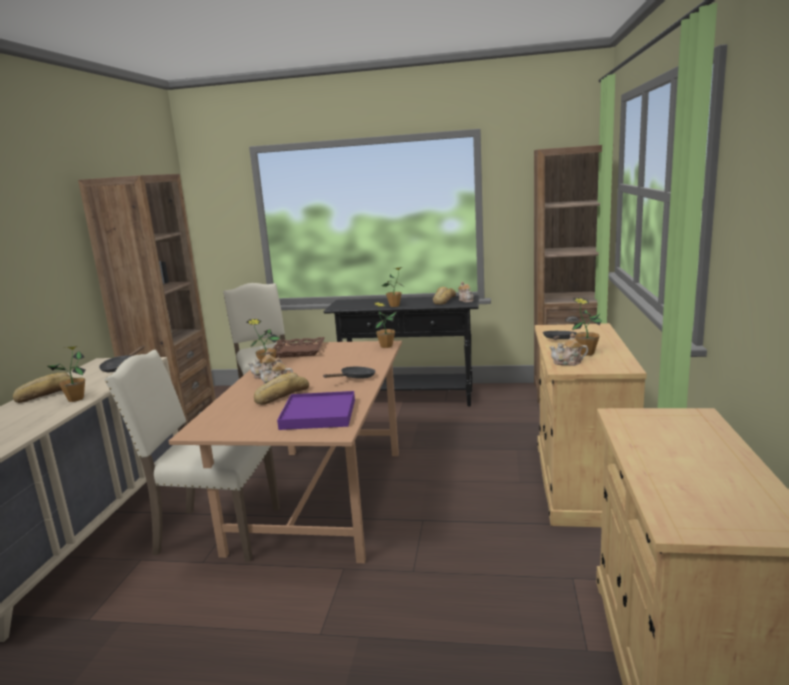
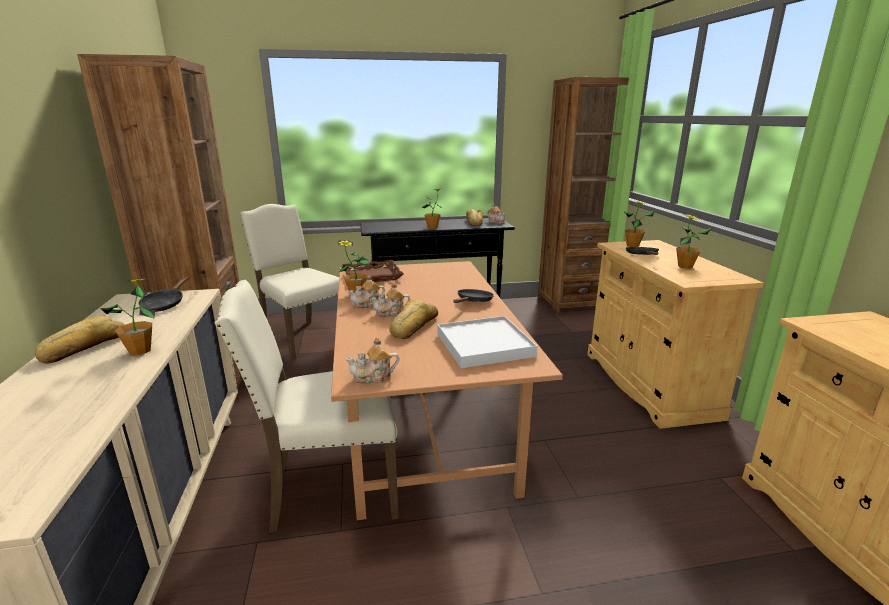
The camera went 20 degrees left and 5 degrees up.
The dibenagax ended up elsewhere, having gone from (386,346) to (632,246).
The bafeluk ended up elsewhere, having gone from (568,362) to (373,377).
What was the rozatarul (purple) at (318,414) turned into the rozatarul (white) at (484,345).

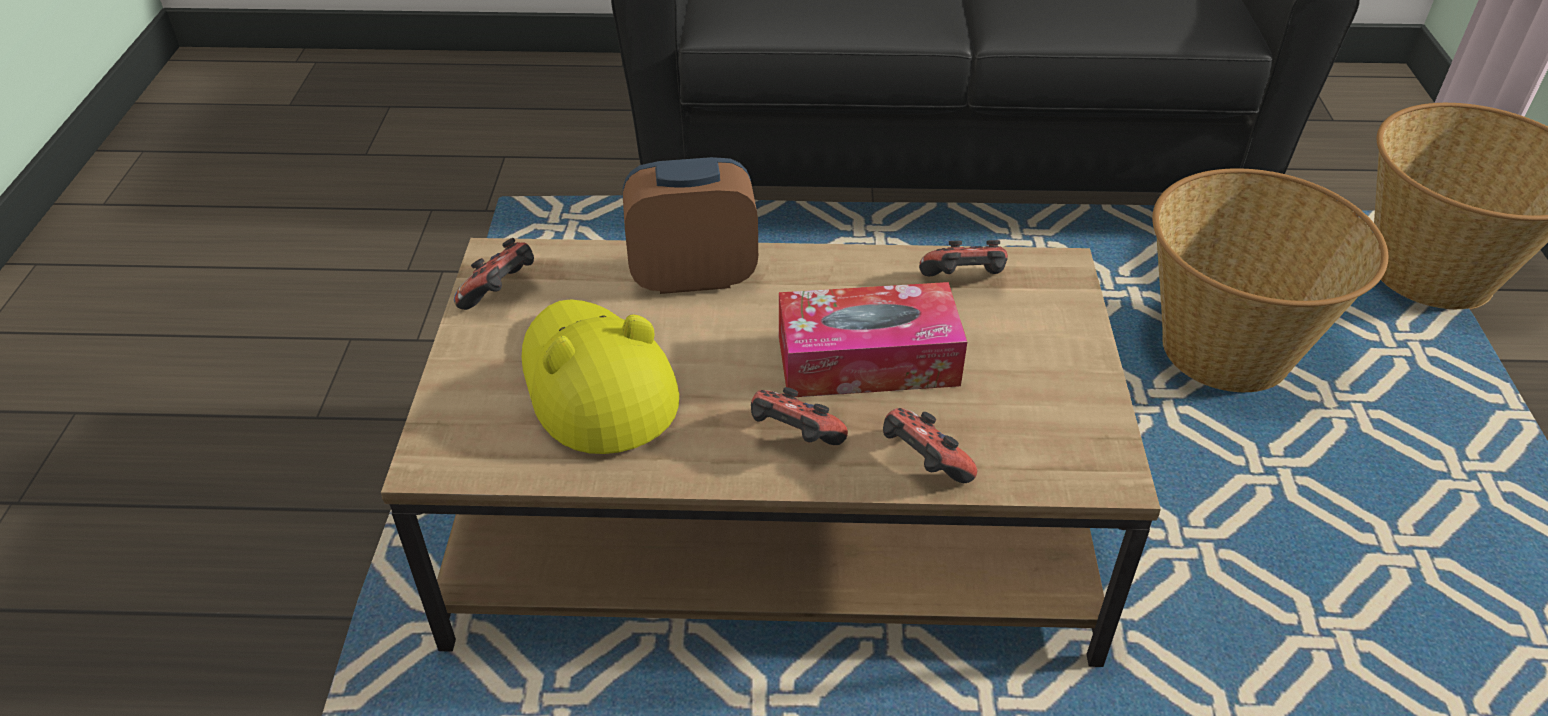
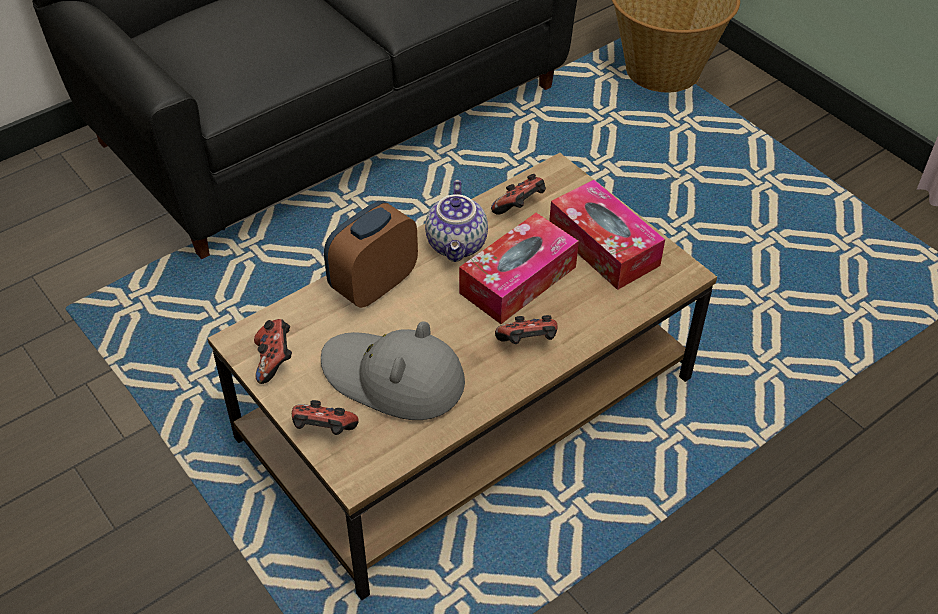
The camera went 40 degrees left and 5 degrees up.
The second view lost the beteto at (1227,349).
What was the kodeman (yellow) at (595,384) turned into the kodeman (grey) at (393,378).
The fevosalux ended up elsewhere, having gone from (922,466) to (324,431).
The second view gained the bafeluk at (458,245).
The second view gained the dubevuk at (603,246).

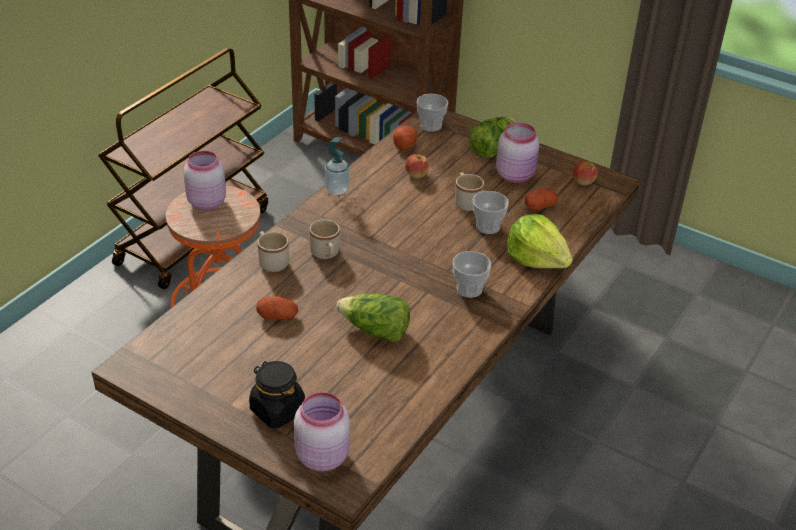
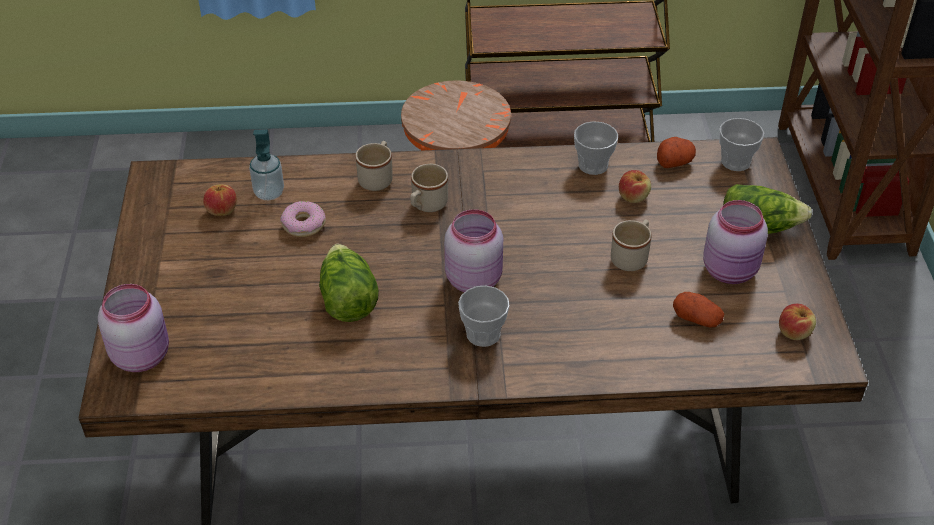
The camera went 55 degrees right and 5 degrees up.
The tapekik ended up elsewhere, having gone from (337,190) to (269,193).
The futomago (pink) ended up elsewhere, having gone from (206,202) to (474,278).
The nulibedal ended up elsewhere, having gone from (488,226) to (593,165).
The second view lost the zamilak at (537,259).
Where the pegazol stood at (277,316), the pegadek came to stand at (304,224).
The second view lost the futomago (black) at (277,410).
The second view gained the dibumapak at (221,210).

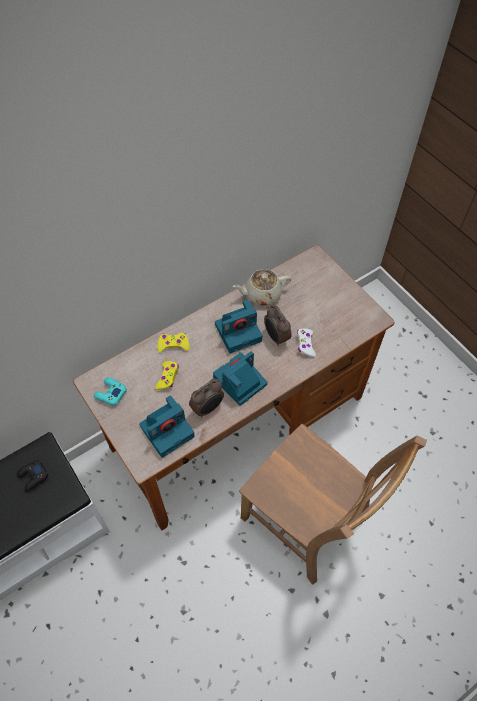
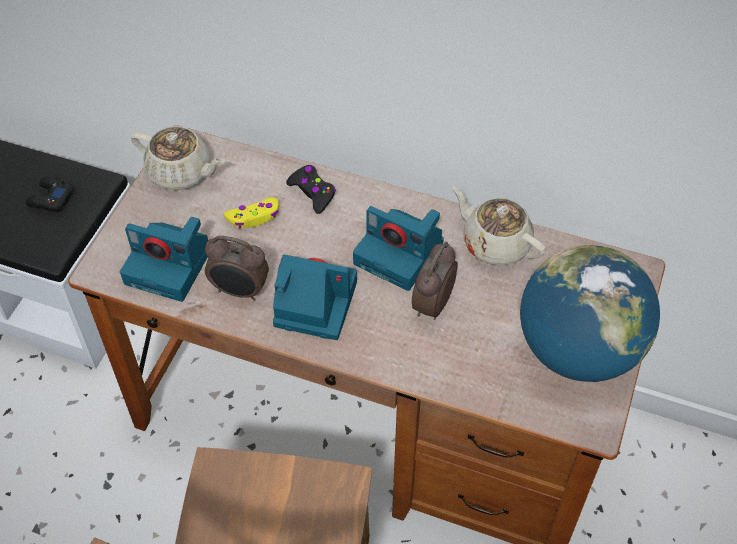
The camera went 55 degrees right and 5 degrees down.
The second view lost the fevosalux (white) at (305,344).
What was the fevosalux (yellow) at (173,344) turned into the fevosalux (black) at (312,192).
Where the fevosalux (turquoise) stood at (110,393), the bafeluk (beige) came to stand at (181,173).
The second view gained the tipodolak at (577,350).

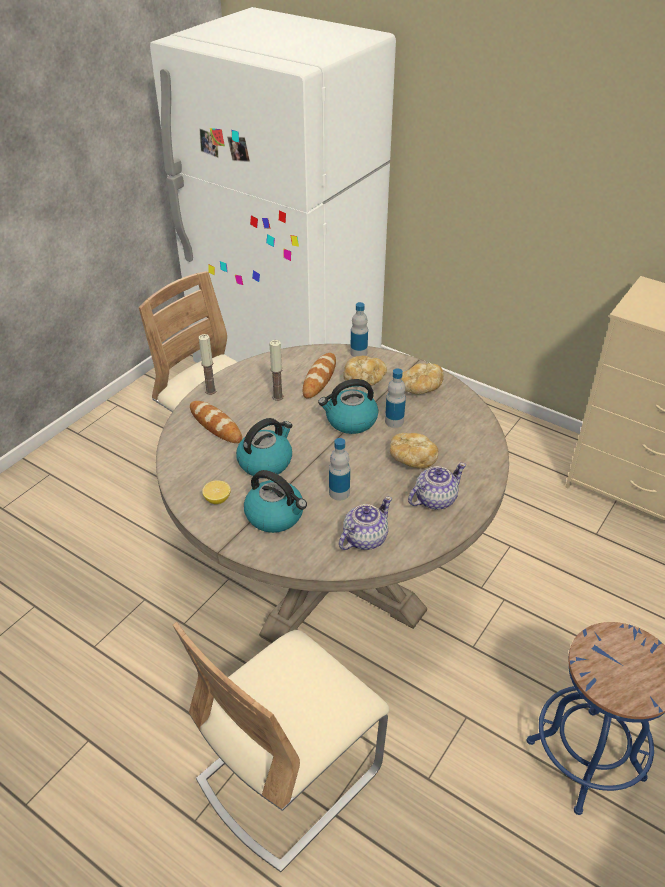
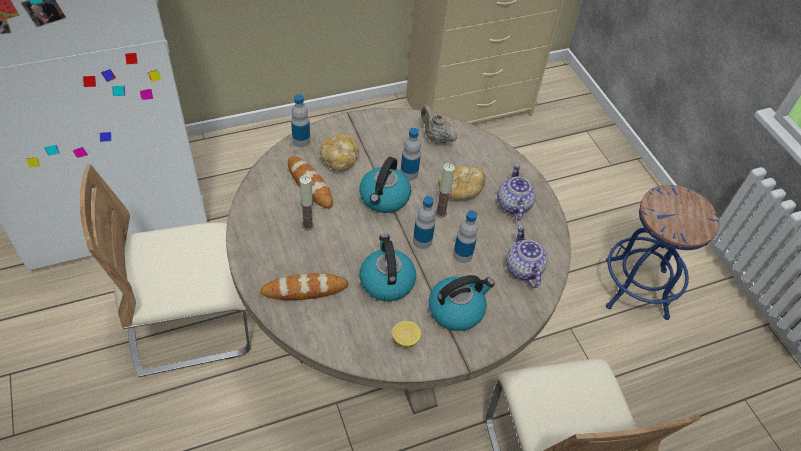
The camera went 60 degrees left and 10 degrees up.
The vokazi ended up elsewhere, having gone from (210,391) to (441,213).
The second view lost the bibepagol at (420,388).
The second view gained the bafeluk (beige) at (436,138).
The second view gained the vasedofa at (422,241).

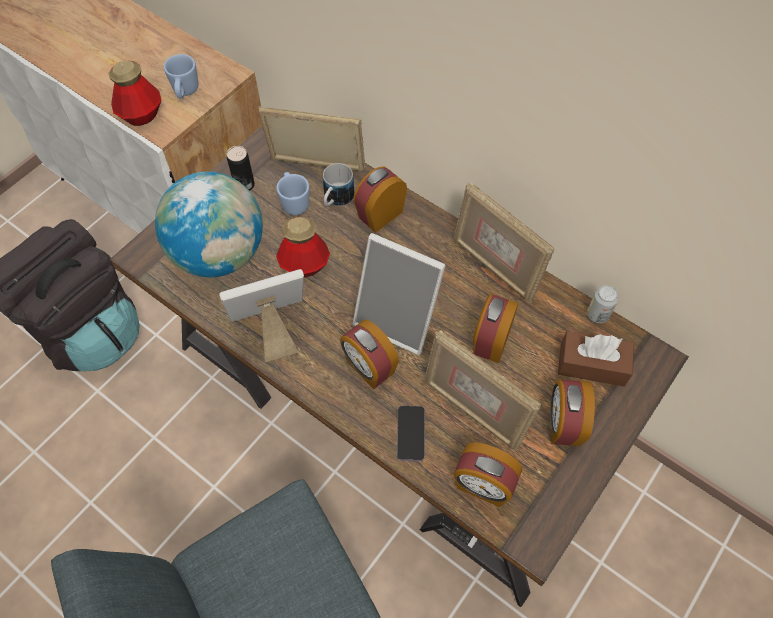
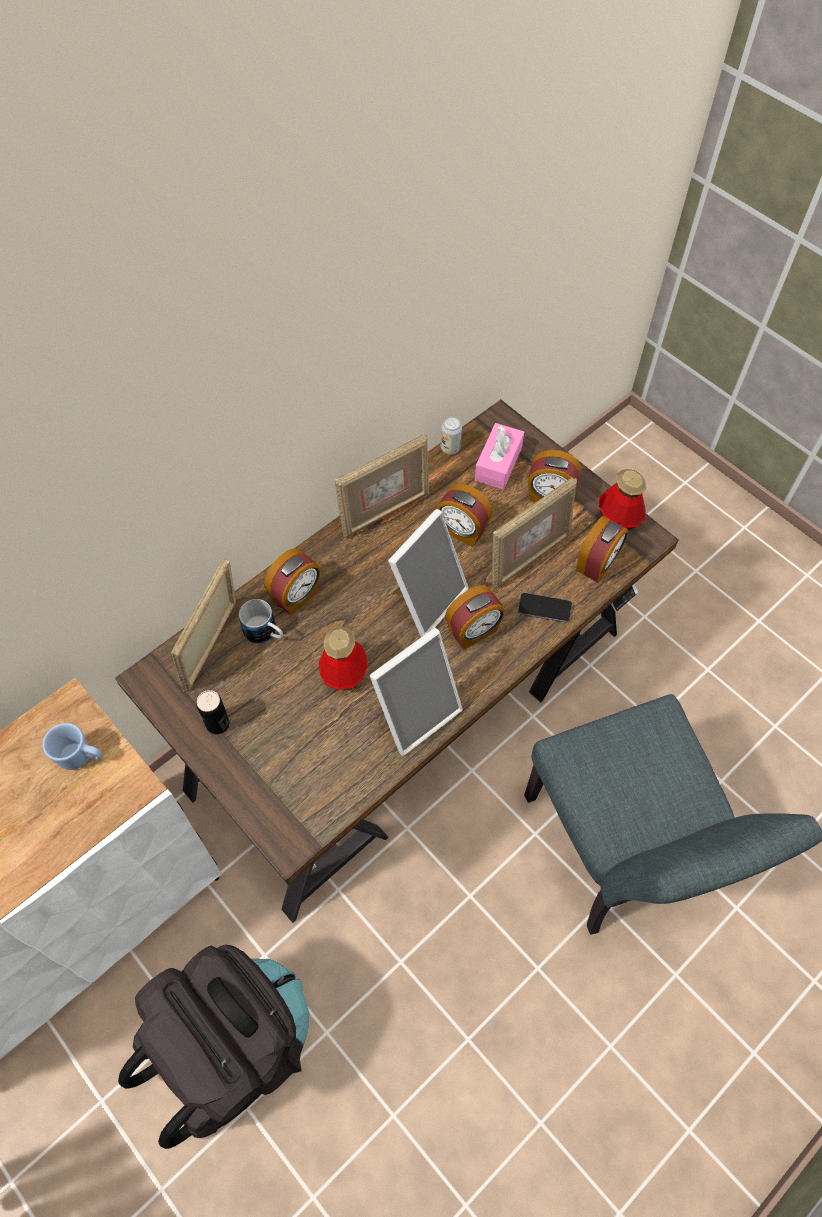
The camera went 80 degrees left and 0 degrees up.
The vasedofa ended up elsewhere, having gone from (141,115) to (618,519).
The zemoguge at (380,214) ended up facing another way, 105 degrees counterclockwise from before.
The second view lost the tipodolak at (219,254).
The second view lost the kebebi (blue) at (294,202).
The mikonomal at (272,329) ended up facing another way, 120 degrees counterclockwise from before.
What was the dubevuk (brown) at (592,365) turned into the dubevuk (pink) at (498,464).

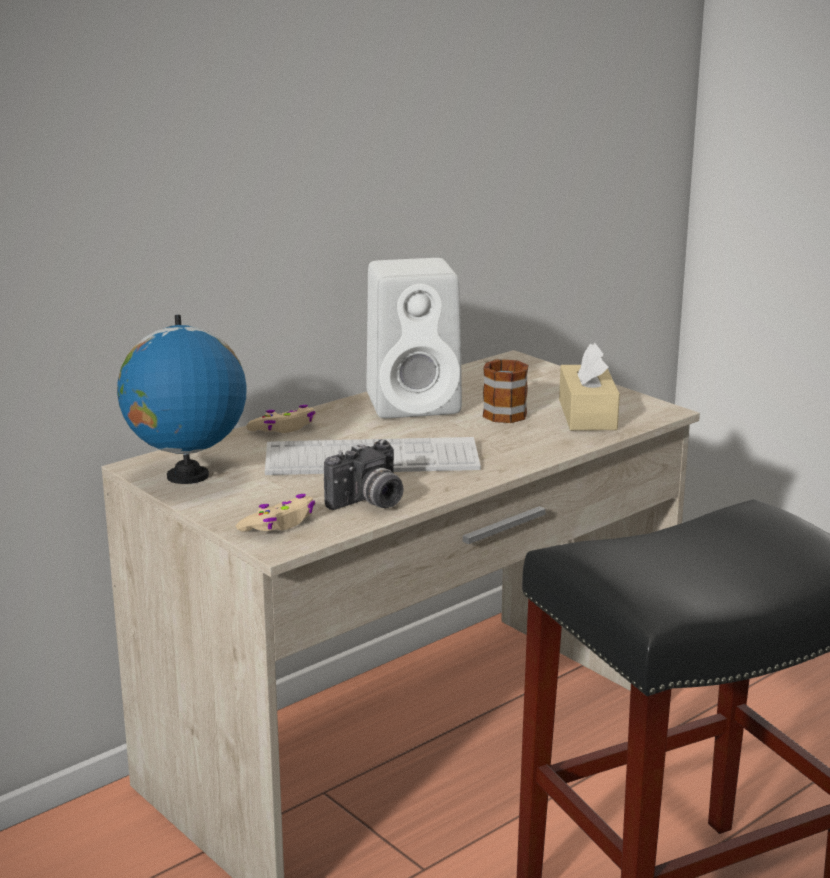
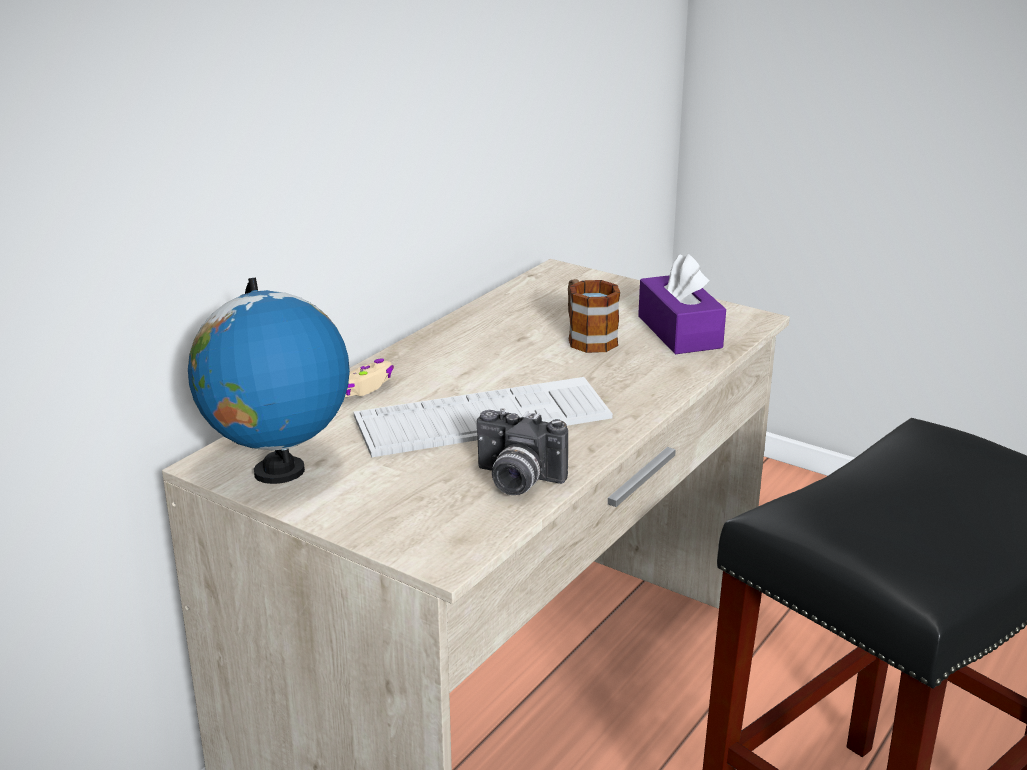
The camera went 15 degrees left and 5 degrees up.
The second view lost the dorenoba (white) at (416,403).
What was the dubevuk (beige) at (587,414) turned into the dubevuk (purple) at (679,332).
The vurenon at (369,503) ended up facing another way, 75 degrees clockwise from before.
The second view lost the fevosalux (beige) at (279,524).

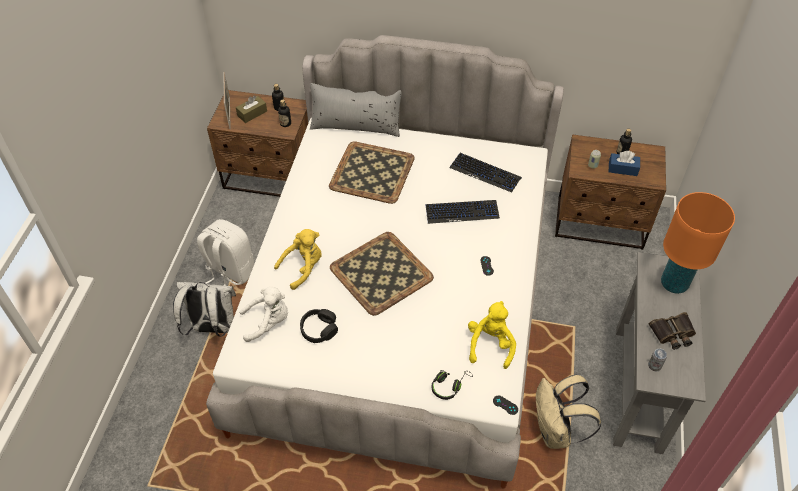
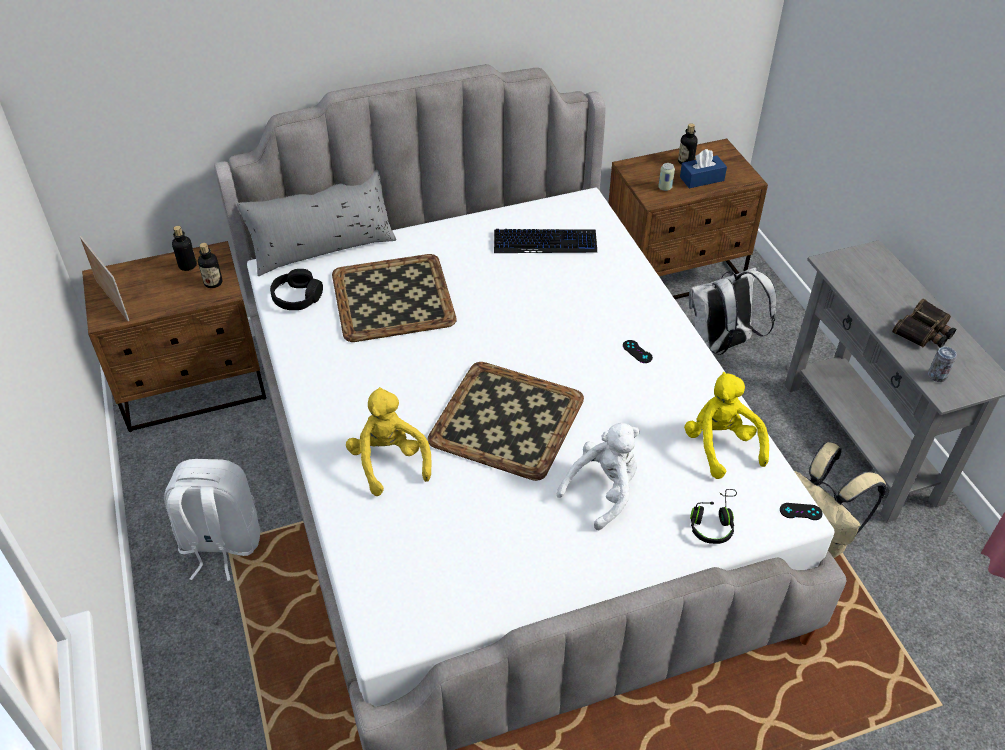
The camera went 30 degrees left and 5 degrees down.
The second view lost the dubevuk (brown) at (252,113).
The second view lost the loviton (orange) at (674,284).
The second view lost the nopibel at (462,212).
The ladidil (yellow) at (303,267) ended up facing another way, 45 degrees counterclockwise from before.
The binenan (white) ended up elsewhere, having gone from (212,327) to (721,345).
The ladidil (white) ended up elsewhere, having gone from (268,322) to (603,491).
The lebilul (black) ended up elsewhere, having gone from (319,329) to (297,297).

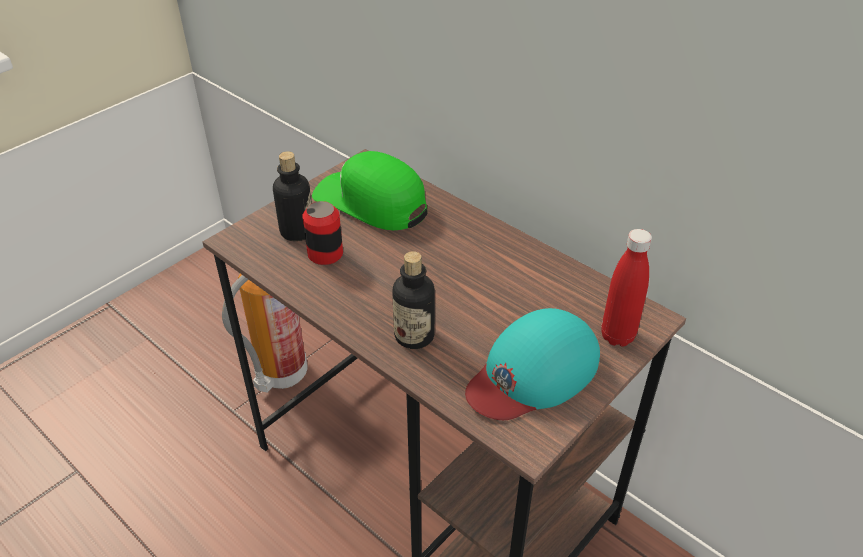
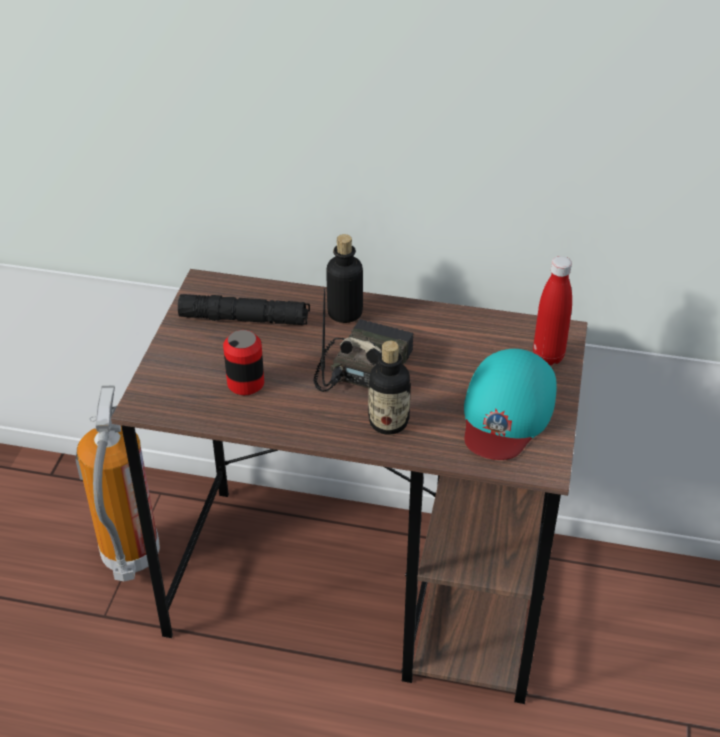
The camera went 30 degrees left and 0 degrees up.
The vasedofa ended up elsewhere, having gone from (297,231) to (345,313).
Where the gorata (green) stood at (371,202), the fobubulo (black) came to stand at (244,319).
The second view gained the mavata at (363,368).

